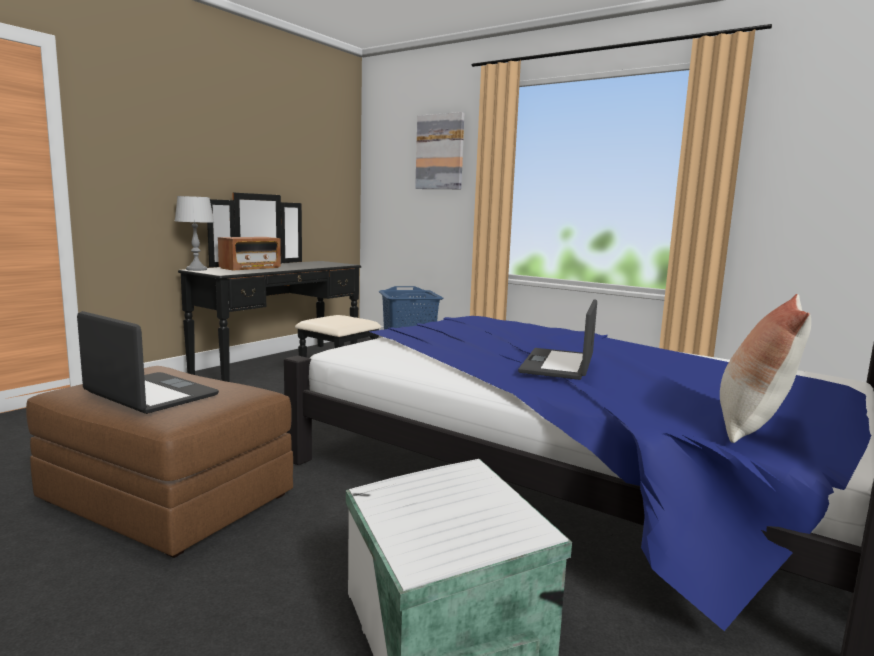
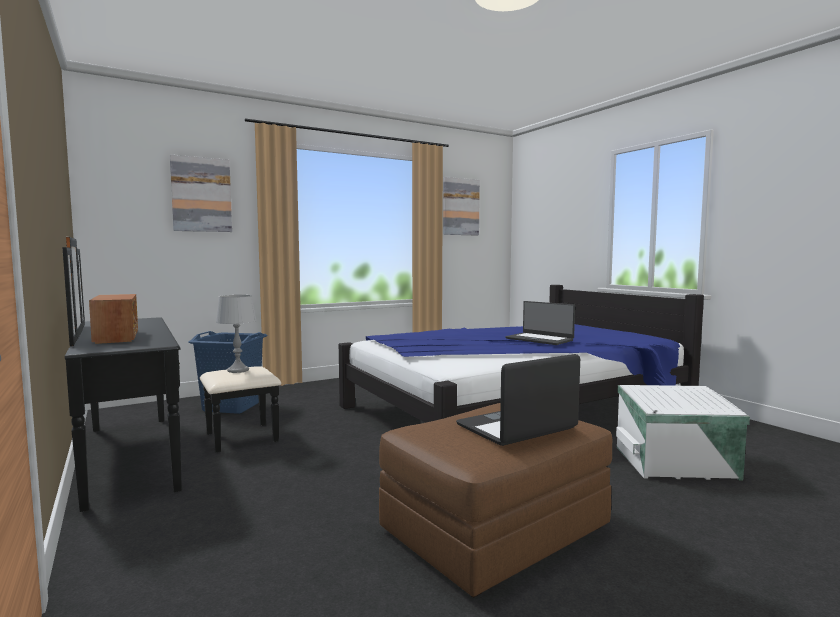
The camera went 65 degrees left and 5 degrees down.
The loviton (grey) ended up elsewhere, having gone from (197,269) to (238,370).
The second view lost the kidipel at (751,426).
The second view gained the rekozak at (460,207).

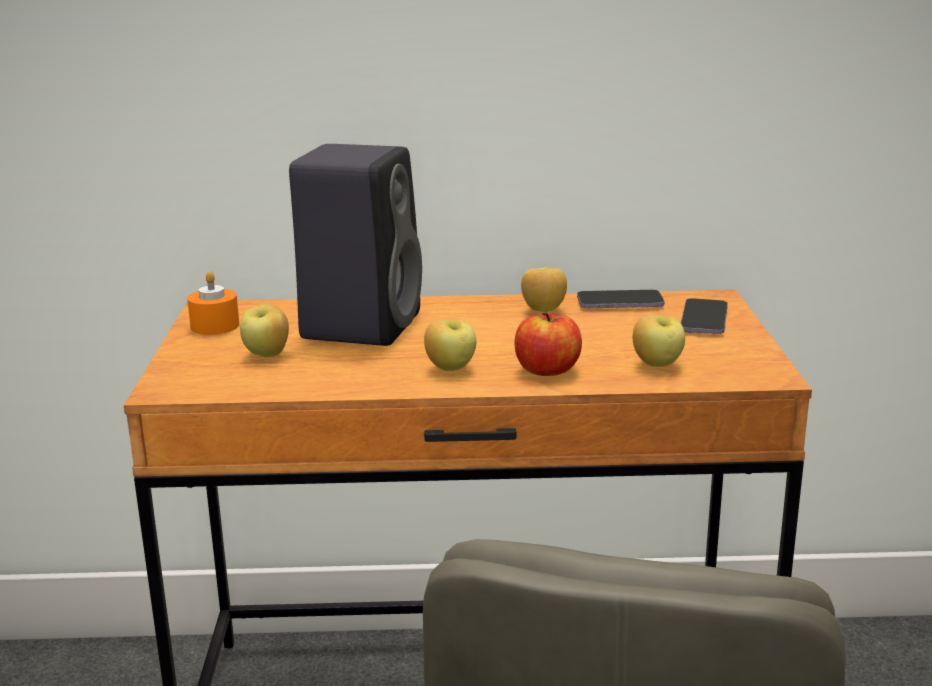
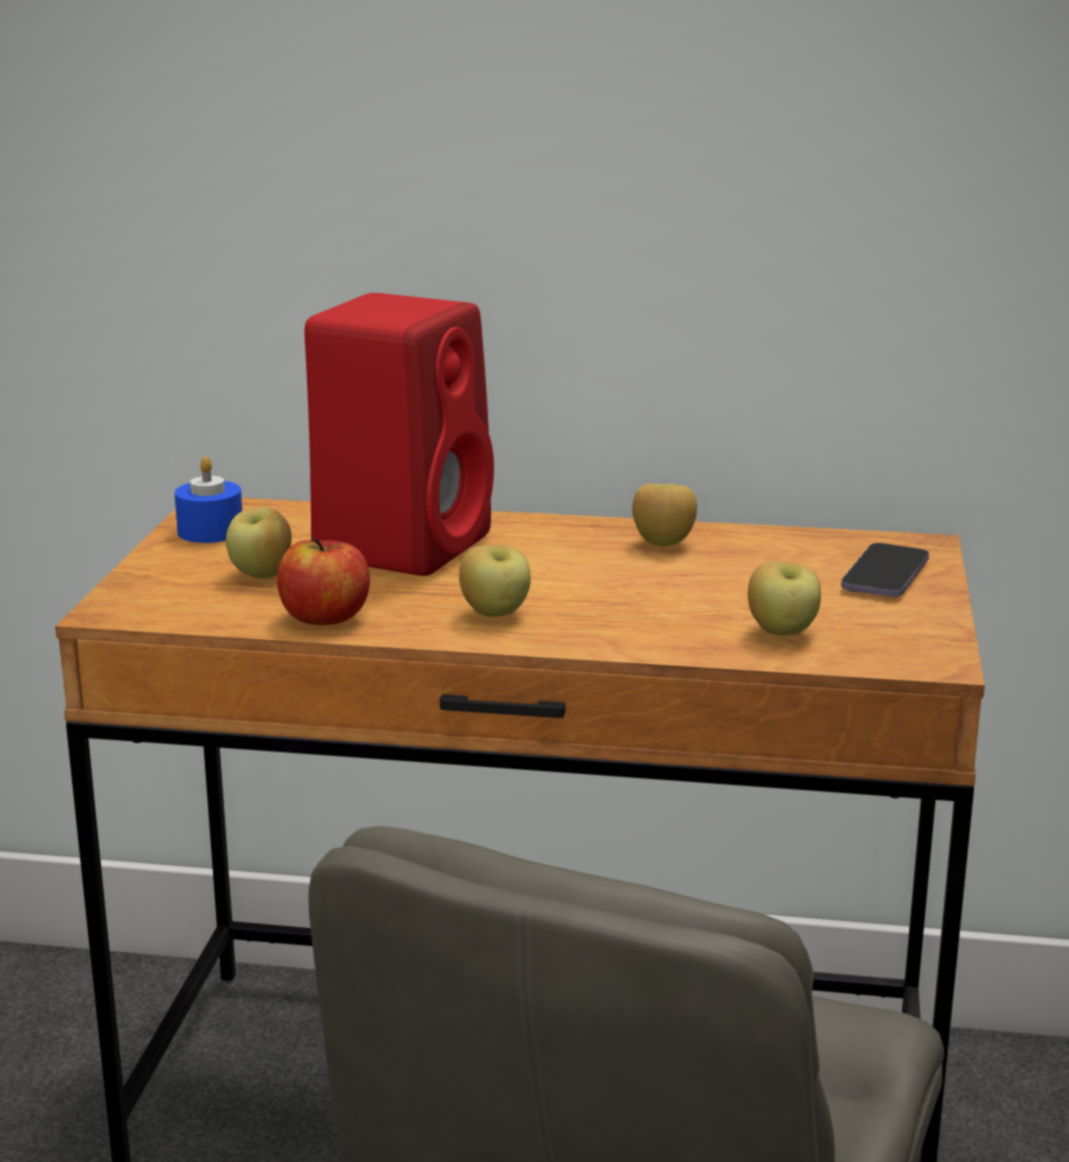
The camera went 10 degrees right and 0 degrees up.
What was the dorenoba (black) at (361,324) turned into the dorenoba (red) at (404,544).
What was the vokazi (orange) at (215,326) turned into the vokazi (blue) at (210,531).
The second view lost the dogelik at (620,303).
The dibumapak ended up elsewhere, having gone from (547,370) to (325,617).

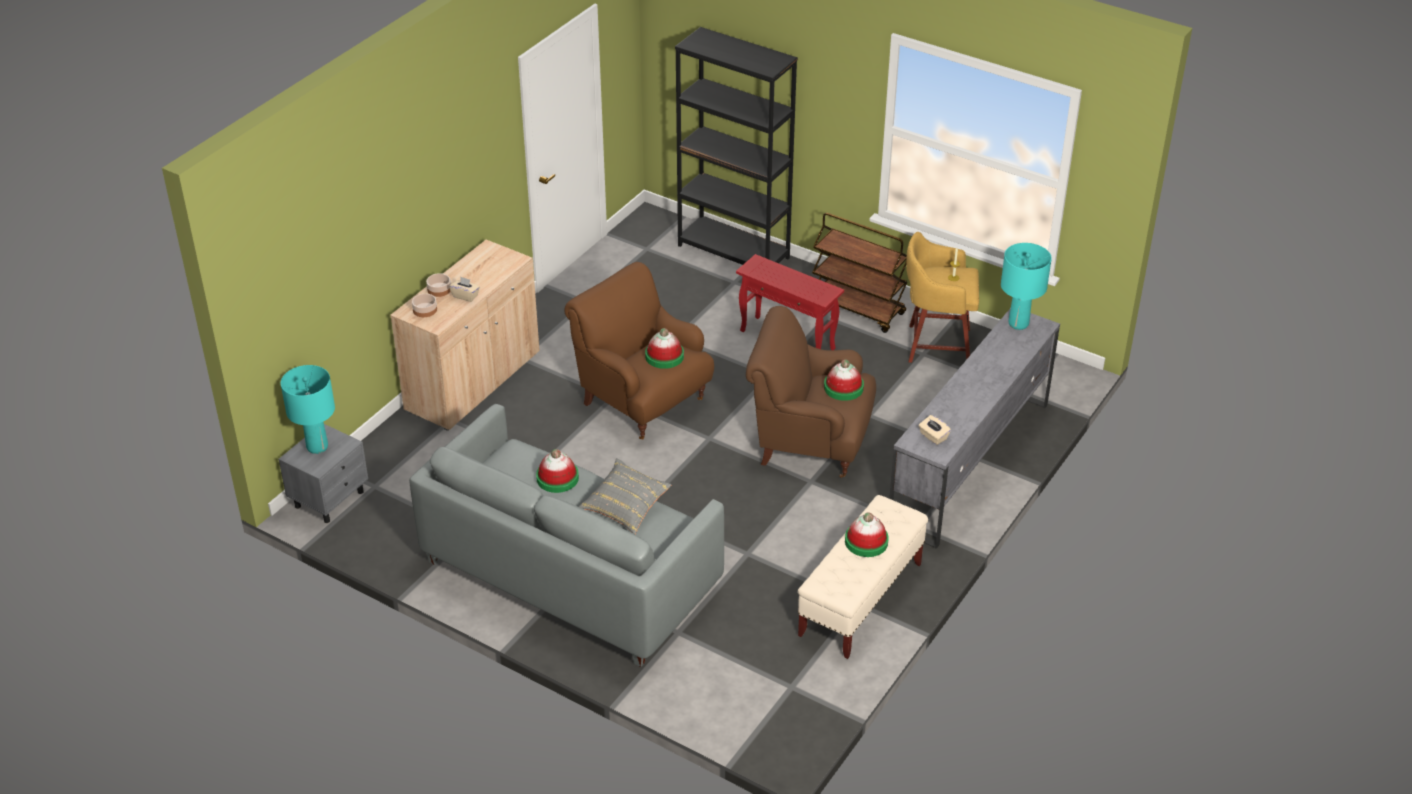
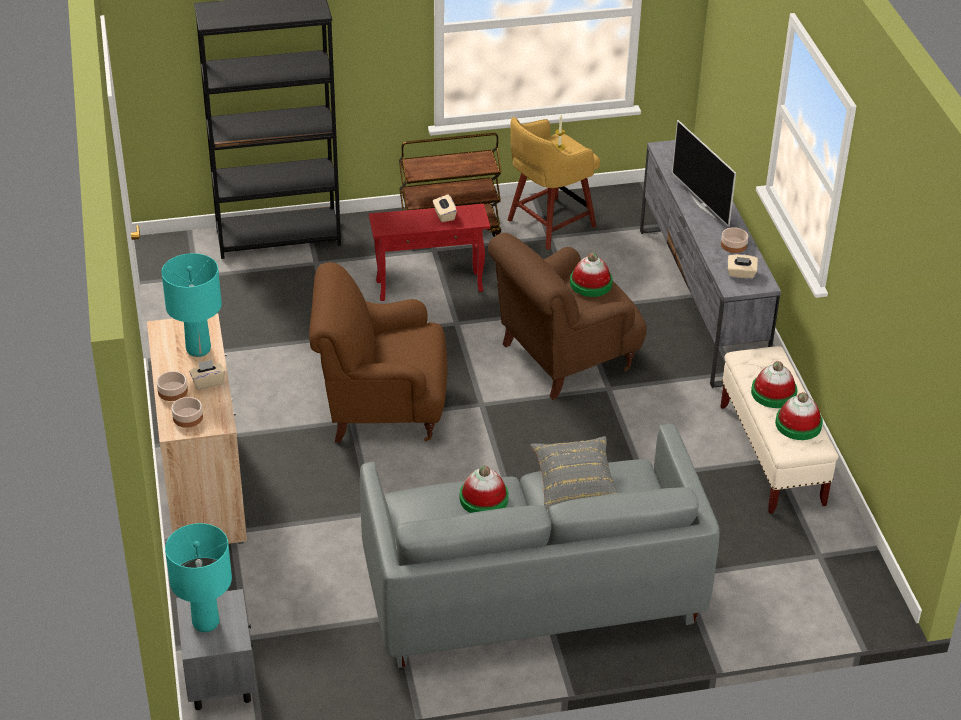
The camera went 45 degrees left and 0 degrees up.
The loviton (turquoise) ended up elsewhere, having gone from (1018,323) to (198,349).
The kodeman ended up elsewhere, having gone from (664,356) to (798,424).
The second view gained the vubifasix at (703,205).
The second view gained the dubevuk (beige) at (444,215).
The second view gained the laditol at (733,245).

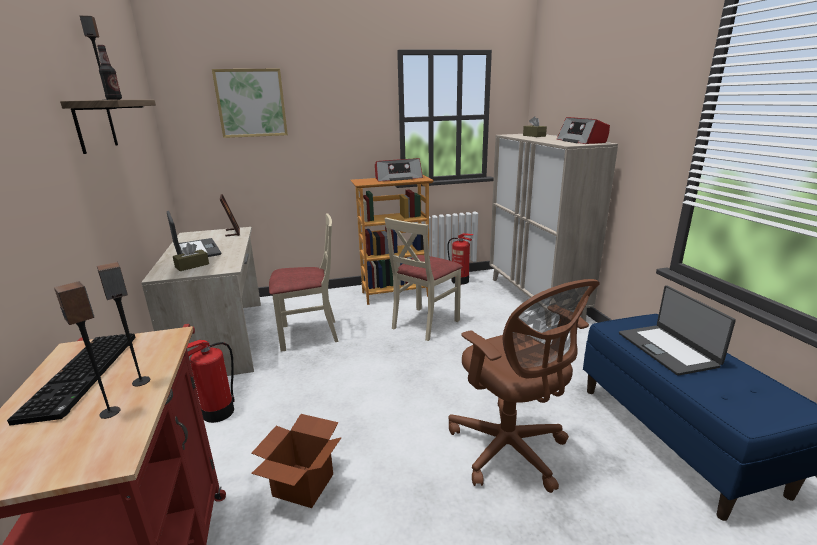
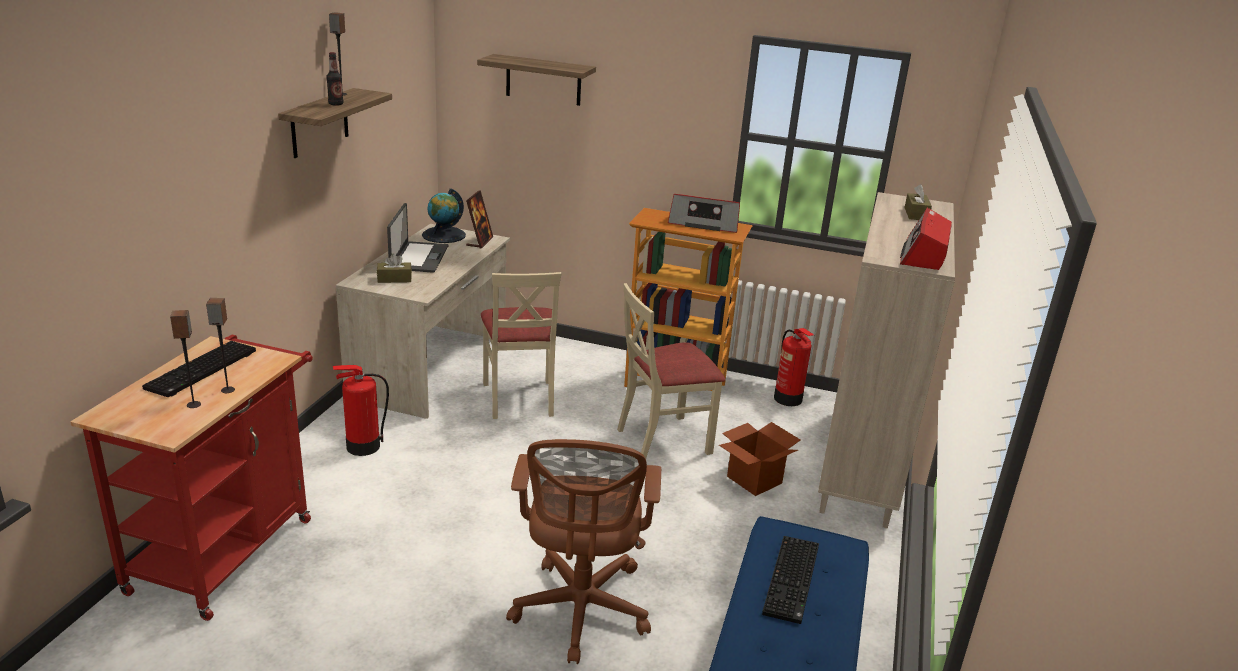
The camera went 30 degrees right and 5 degrees up.
Where the rekozak hung at (251,103), the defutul came to hang at (543,80).
The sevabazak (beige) at (309,334) ended up facing another way, 60 degrees clockwise from before.
Where the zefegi stood at (668,349), the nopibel came to stand at (793,581).
The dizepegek ended up elsewhere, having gone from (303,485) to (754,480).
The second view gained the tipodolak at (444,235).

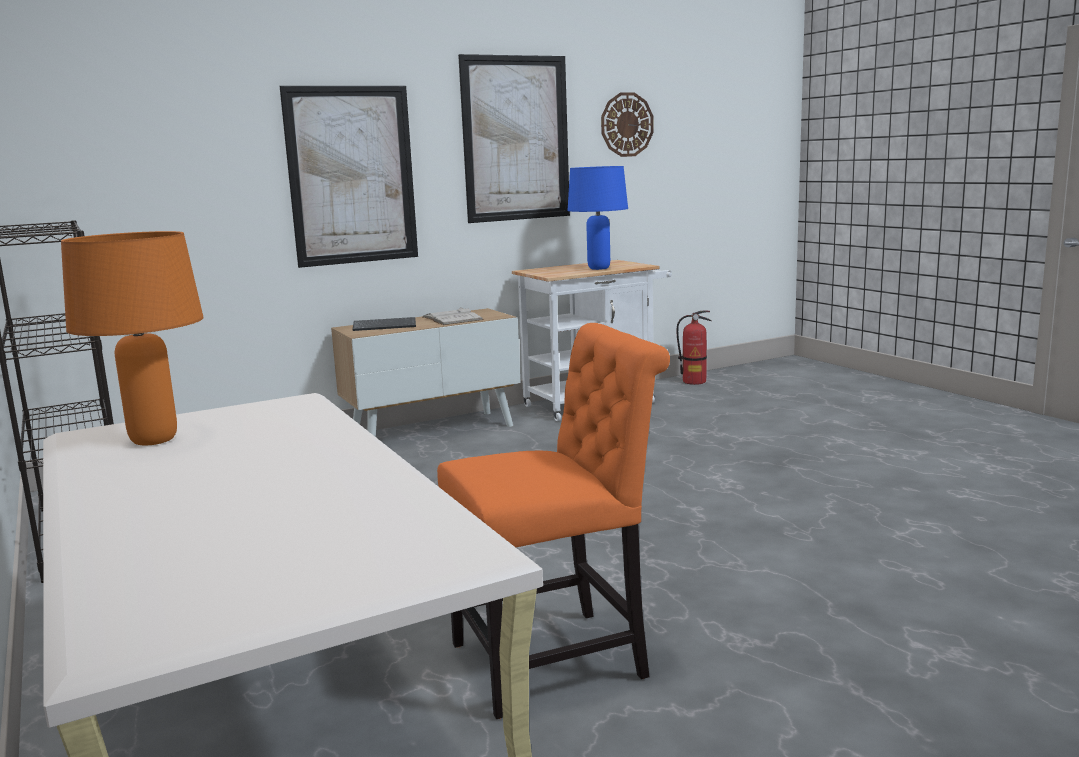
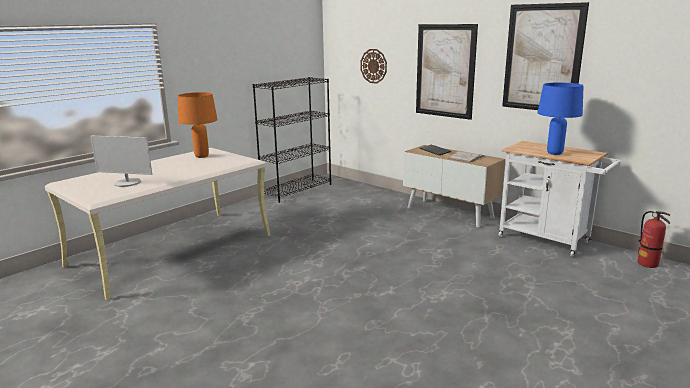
The camera went 70 degrees right and 5 degrees up.
The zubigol ended up elsewhere, having gone from (626,124) to (373,66).
The second view lost the sevabazak (orange) at (558,659).
The second view gained the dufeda at (127,183).

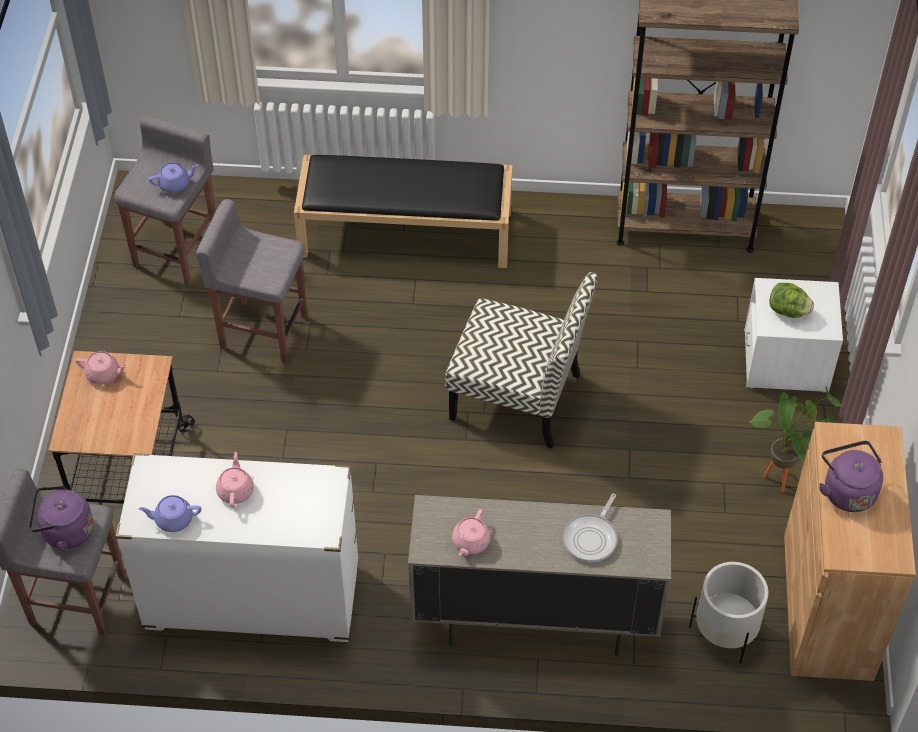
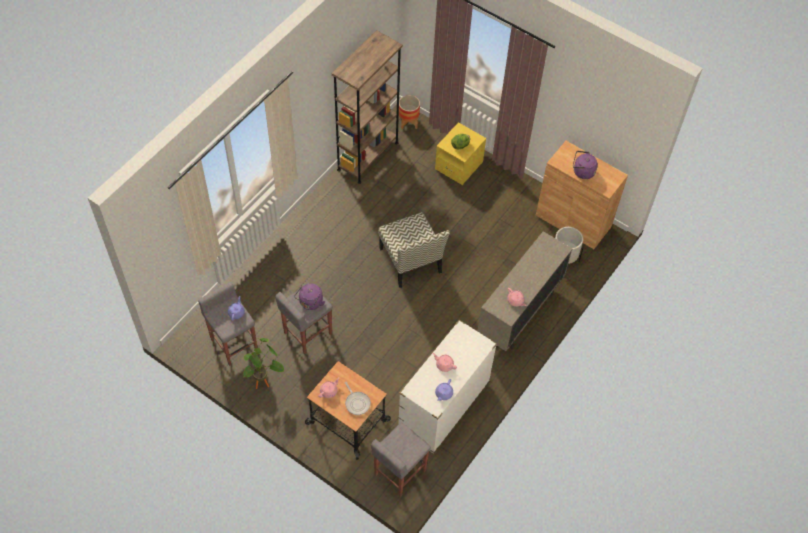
The camera went 60 degrees left and 5 degrees up.
The second view lost the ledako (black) at (407,232).
The sevabazak at (518,397) ended up facing another way, 105 degrees clockwise from before.
What was the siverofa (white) at (786,361) turned into the siverofa (yellow) at (459,165).
The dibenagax ended up elsewhere, having gone from (784,483) to (265,383).
The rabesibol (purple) ended up elsewhere, having gone from (64,532) to (310,303).
The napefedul ended up elsewhere, having gone from (591,538) to (357,402).
The second view gained the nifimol at (408,123).

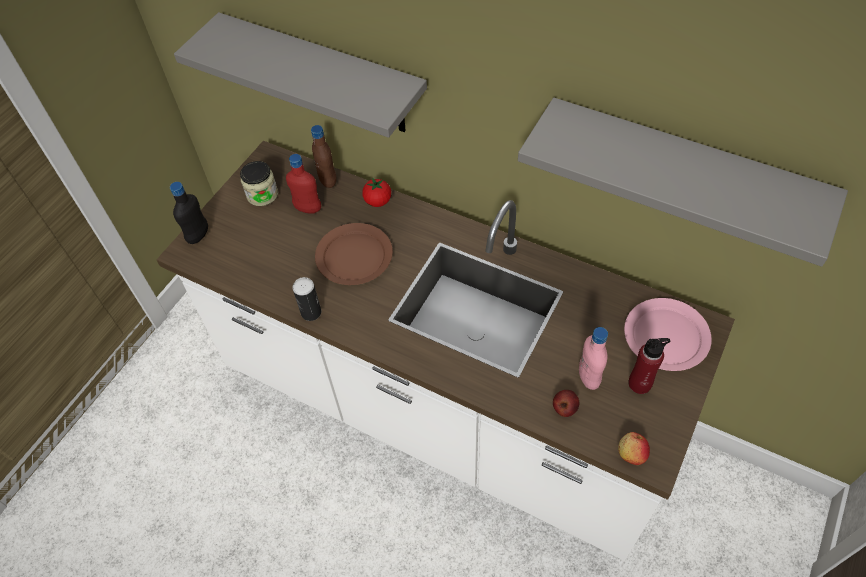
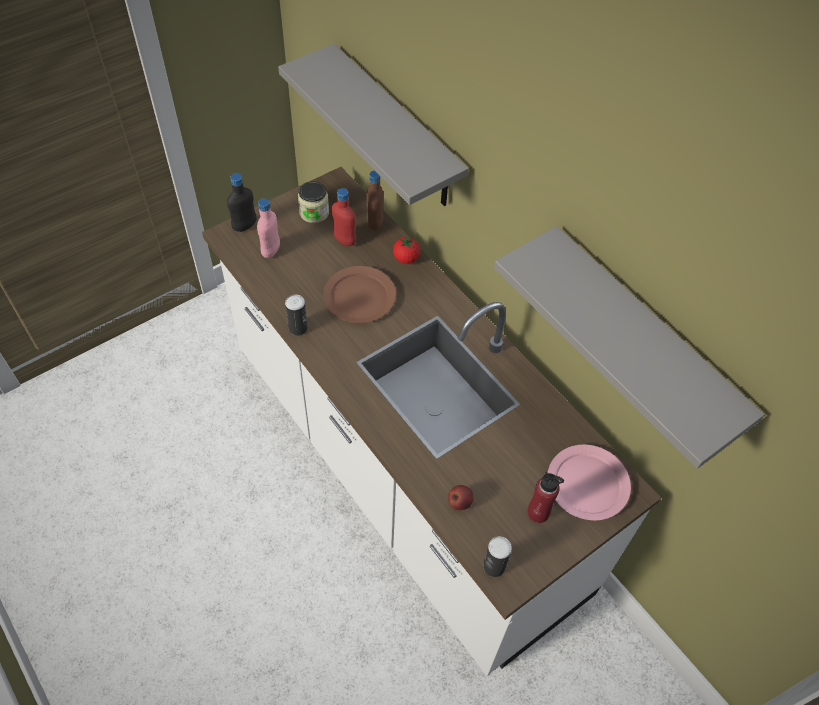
The camera went 20 degrees right and 0 degrees up.
The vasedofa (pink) ended up elsewhere, having gone from (588,377) to (271,250).
Where the dibumapak stood at (631,453), the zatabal came to stand at (494,566).

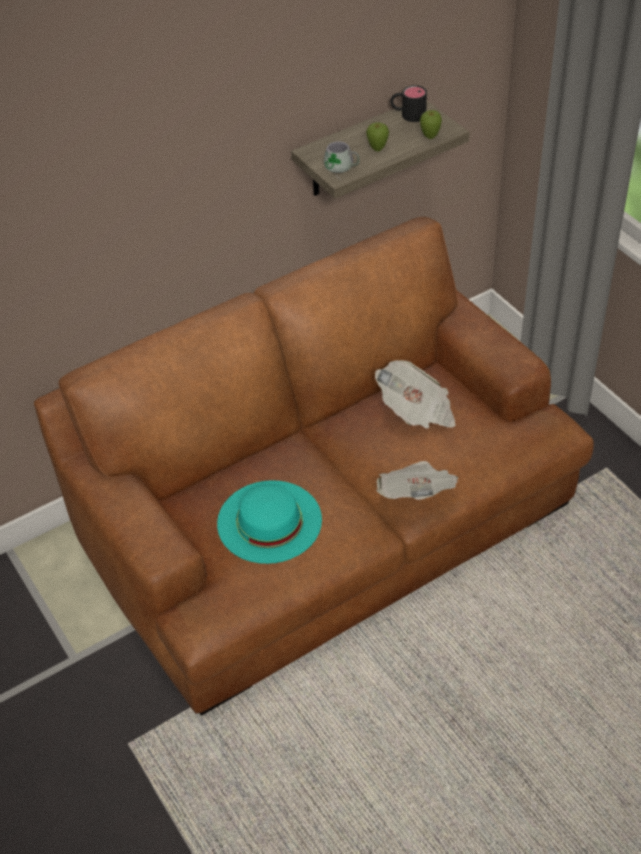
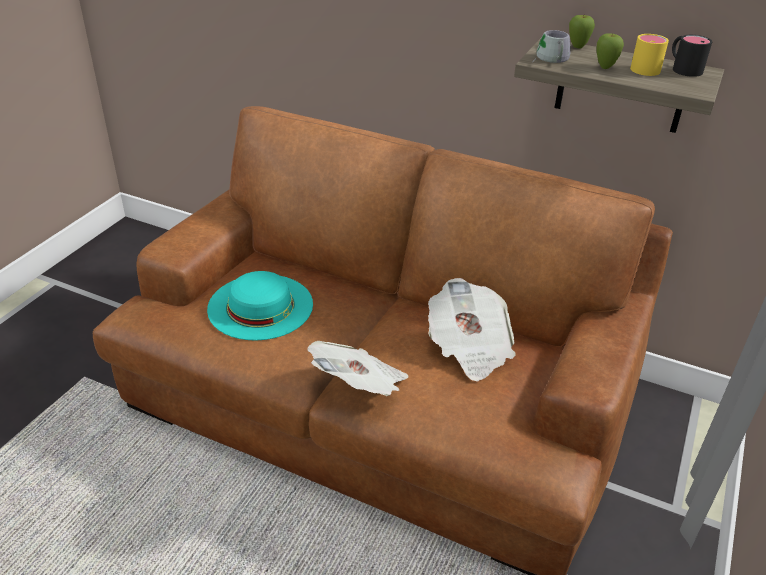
The camera went 55 degrees right and 10 degrees down.
The dibumapak ended up elsewhere, having gone from (430,137) to (577,47).
The second view gained the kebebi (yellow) at (649,68).

